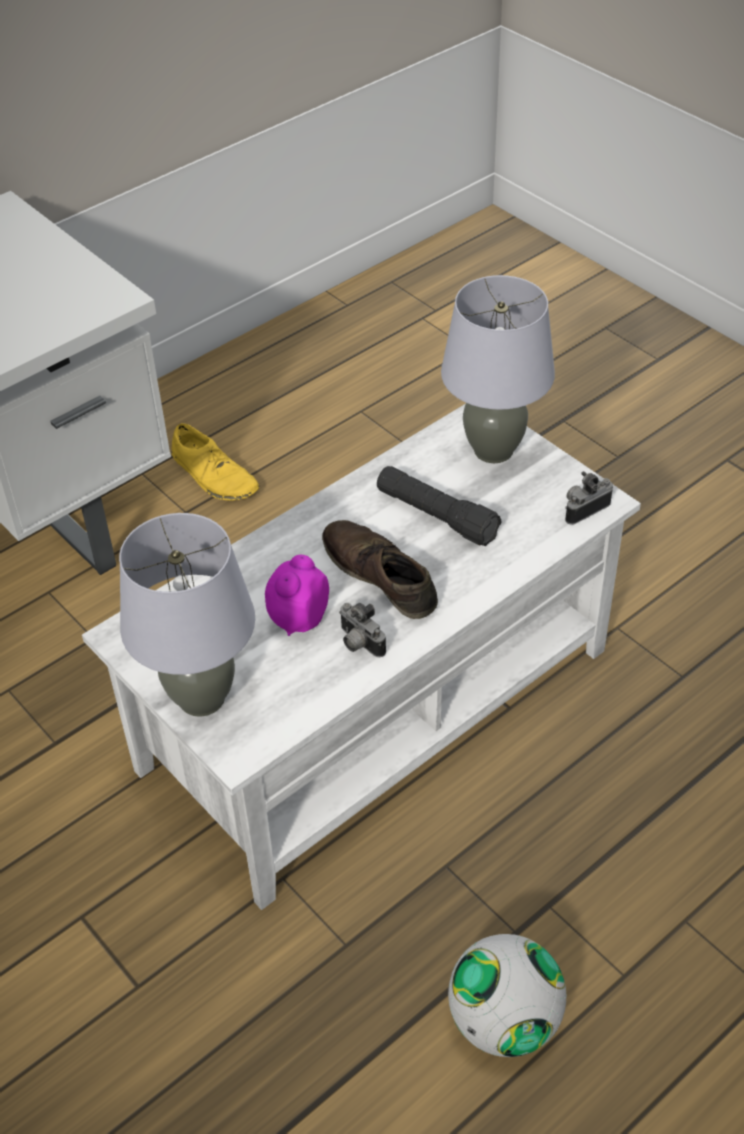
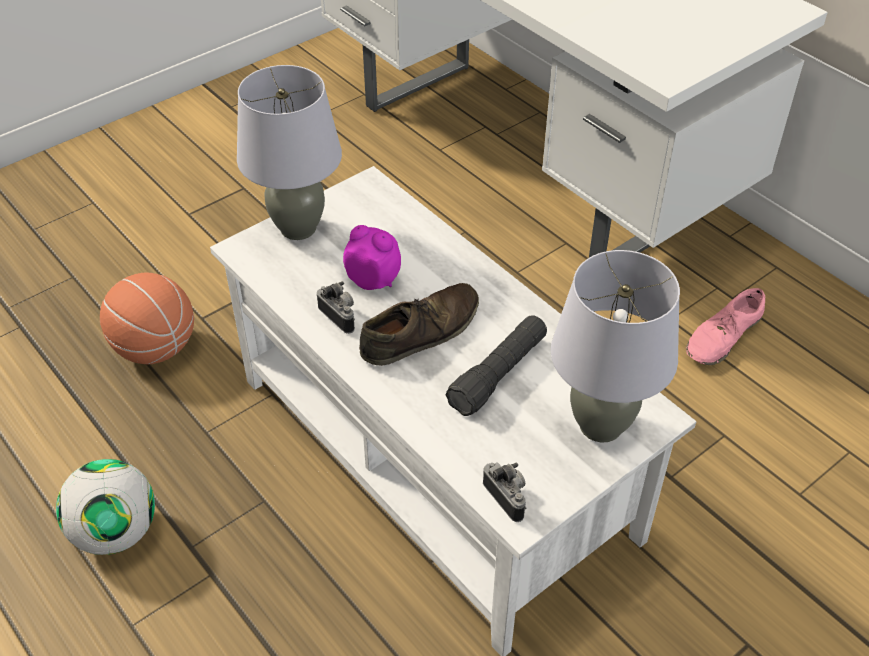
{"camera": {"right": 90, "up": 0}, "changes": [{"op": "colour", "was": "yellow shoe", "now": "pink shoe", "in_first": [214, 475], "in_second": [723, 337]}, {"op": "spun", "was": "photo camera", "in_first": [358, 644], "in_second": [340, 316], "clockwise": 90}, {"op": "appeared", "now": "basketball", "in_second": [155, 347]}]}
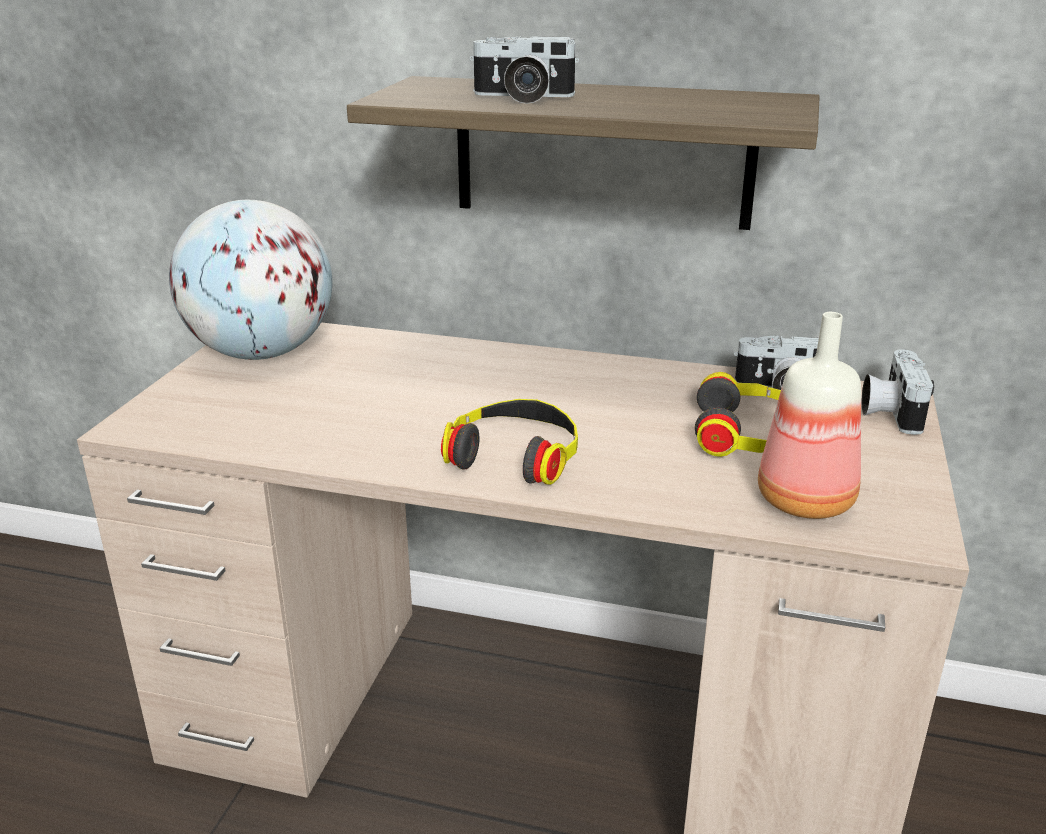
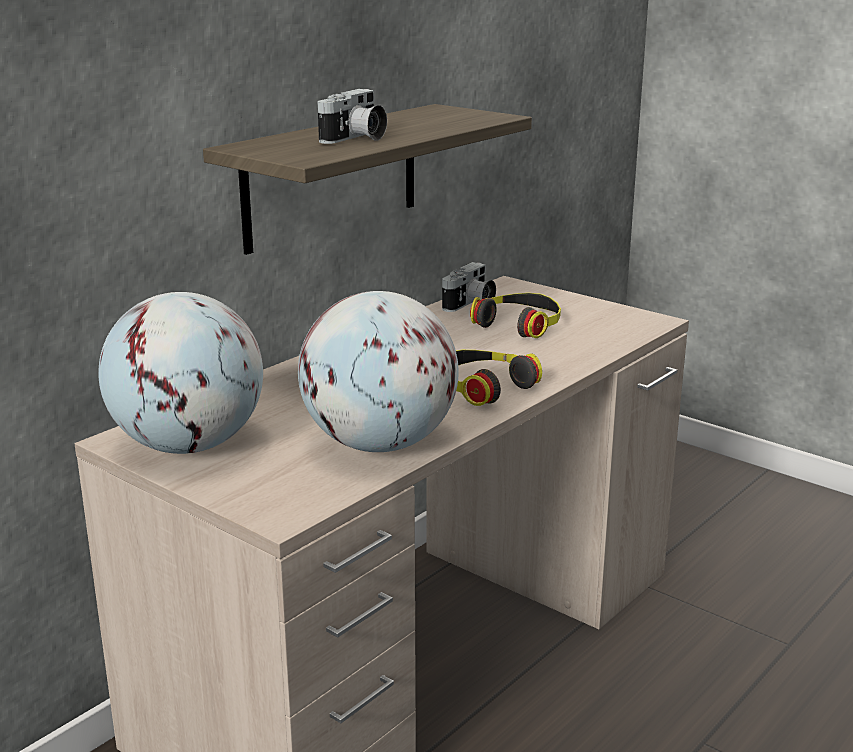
{"camera": {"right": -65, "up": -5}, "changes": [{"op": "missing", "was": "bottle", "in_first": [808, 501]}, {"op": "missing", "was": "photo camera", "in_first": [889, 412]}, {"op": "appeared", "now": "globe", "in_second": [379, 444]}]}
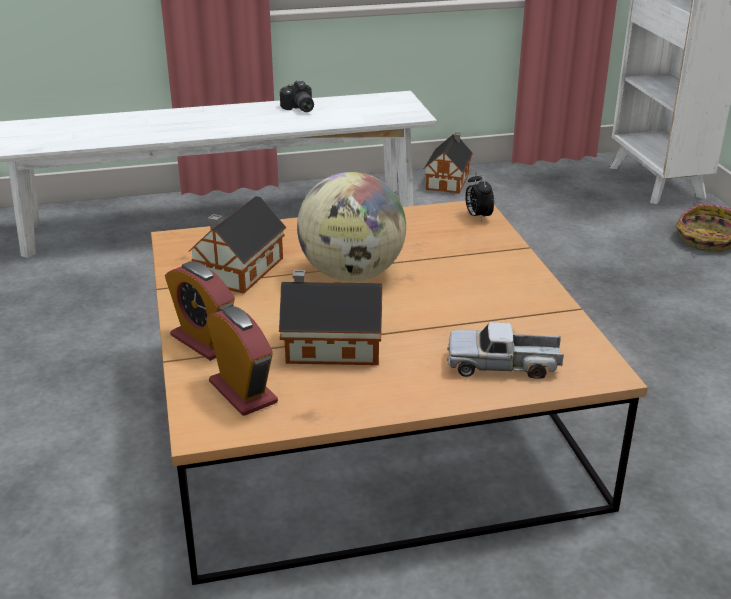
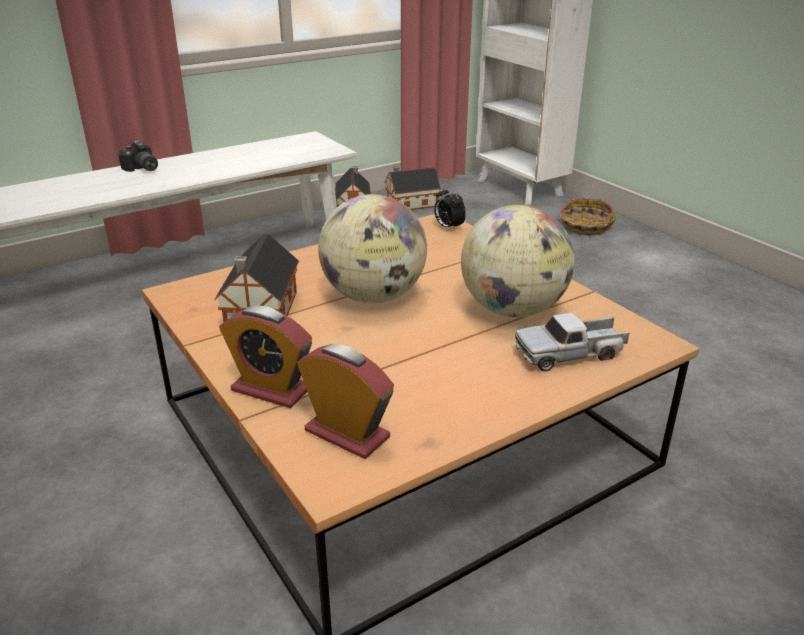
{"camera": {"right": -20, "up": 0}, "changes": [{"op": "relocated", "was": "toy house", "in_first": [329, 346], "in_second": [410, 204]}, {"op": "relocated", "was": "photo camera", "in_first": [298, 109], "in_second": [141, 169]}, {"op": "appeared", "now": "globe", "in_second": [513, 310]}]}
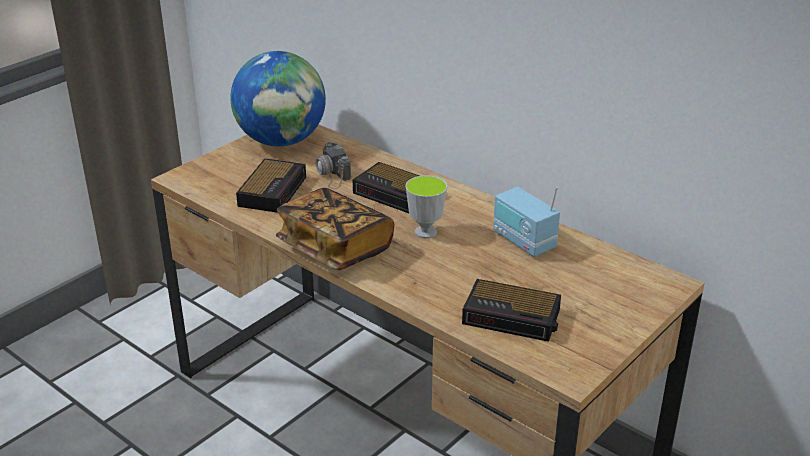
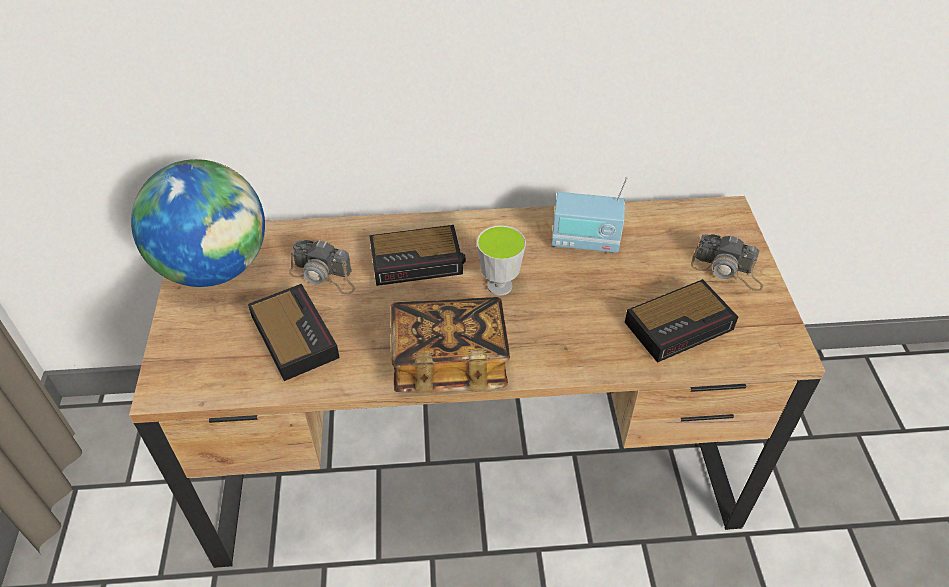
{"camera": {"right": -45, "up": 15}, "changes": [{"op": "appeared", "now": "photo camera", "in_second": [727, 270]}]}
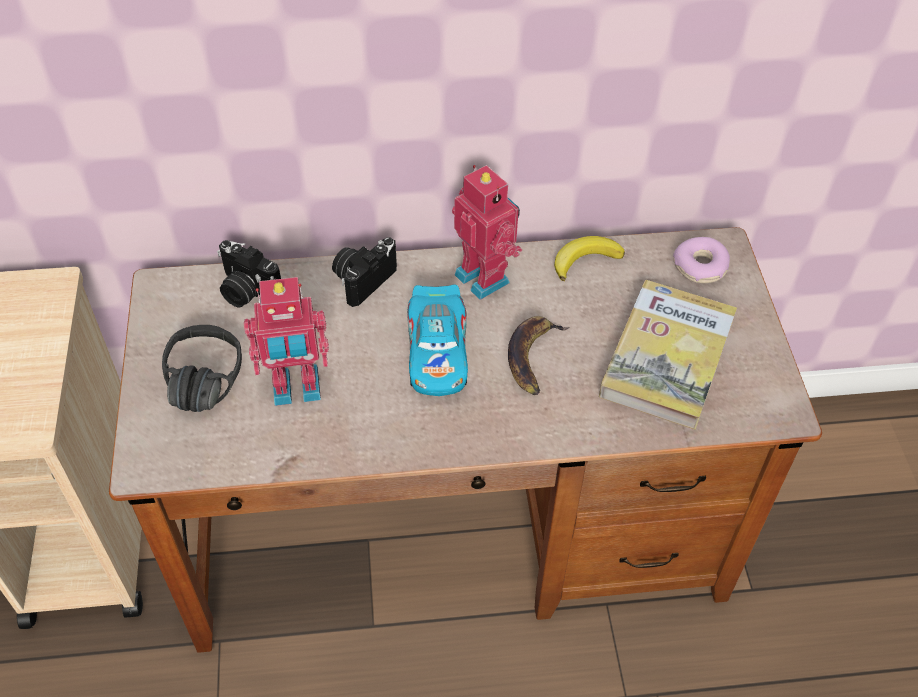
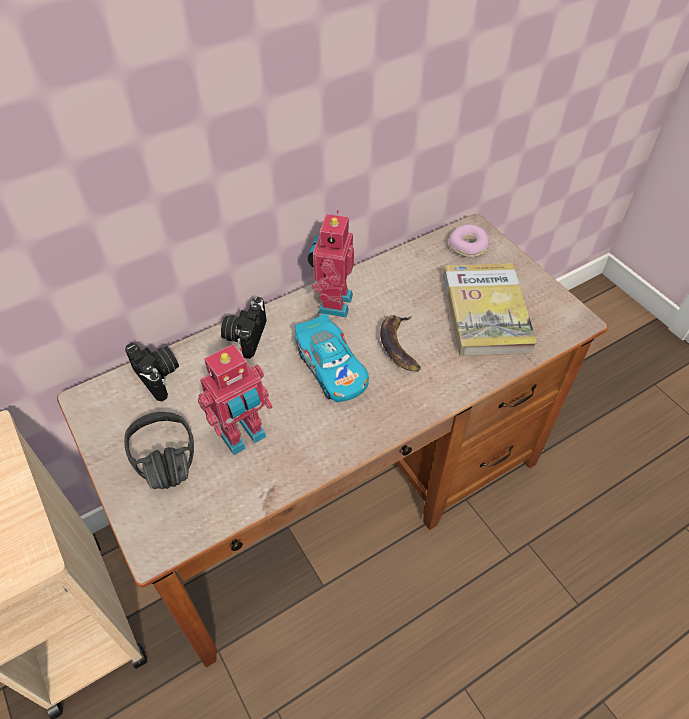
{"camera": {"right": -25, "up": 0}, "changes": [{"op": "spun", "was": "photo camera", "in_first": [246, 290], "in_second": [159, 376], "clockwise": -135}, {"op": "spun", "was": "toy robot", "in_first": [485, 277], "in_second": [332, 303], "clockwise": -105}, {"op": "missing", "was": "banana", "in_first": [585, 260]}]}
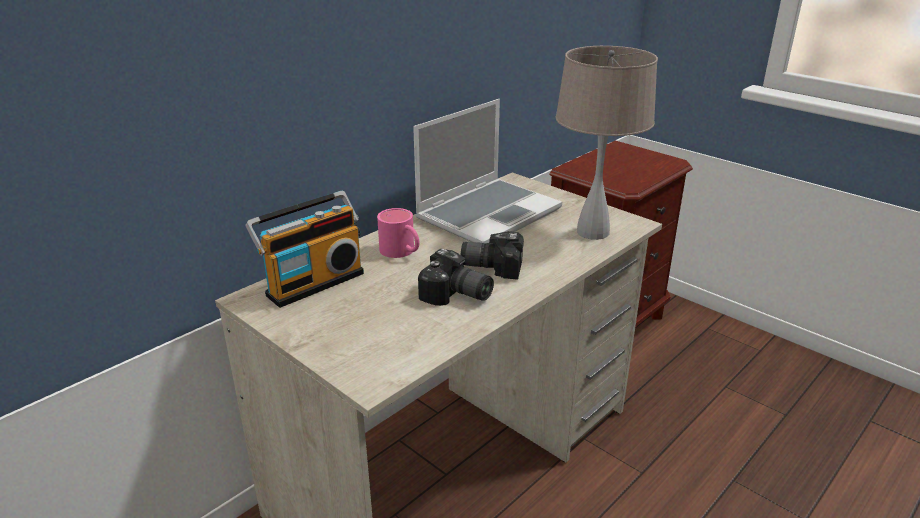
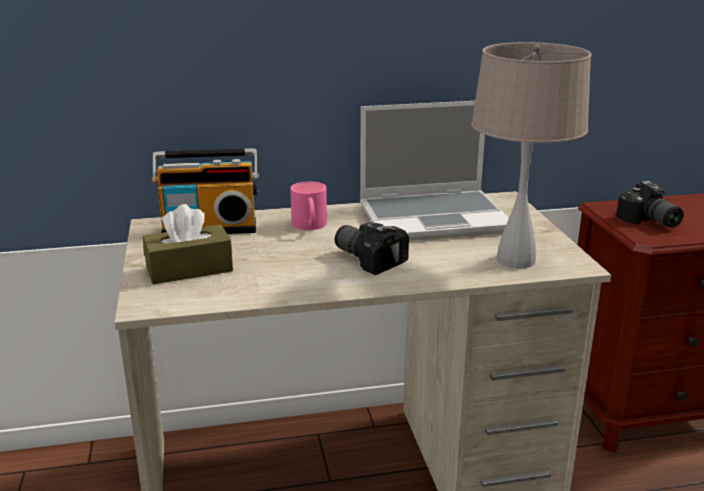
{"camera": {"right": 35, "up": -5}, "changes": [{"op": "relocated", "was": "photo camera", "in_first": [456, 296], "in_second": [648, 222]}, {"op": "appeared", "now": "brown tissue box", "in_second": [189, 269]}]}
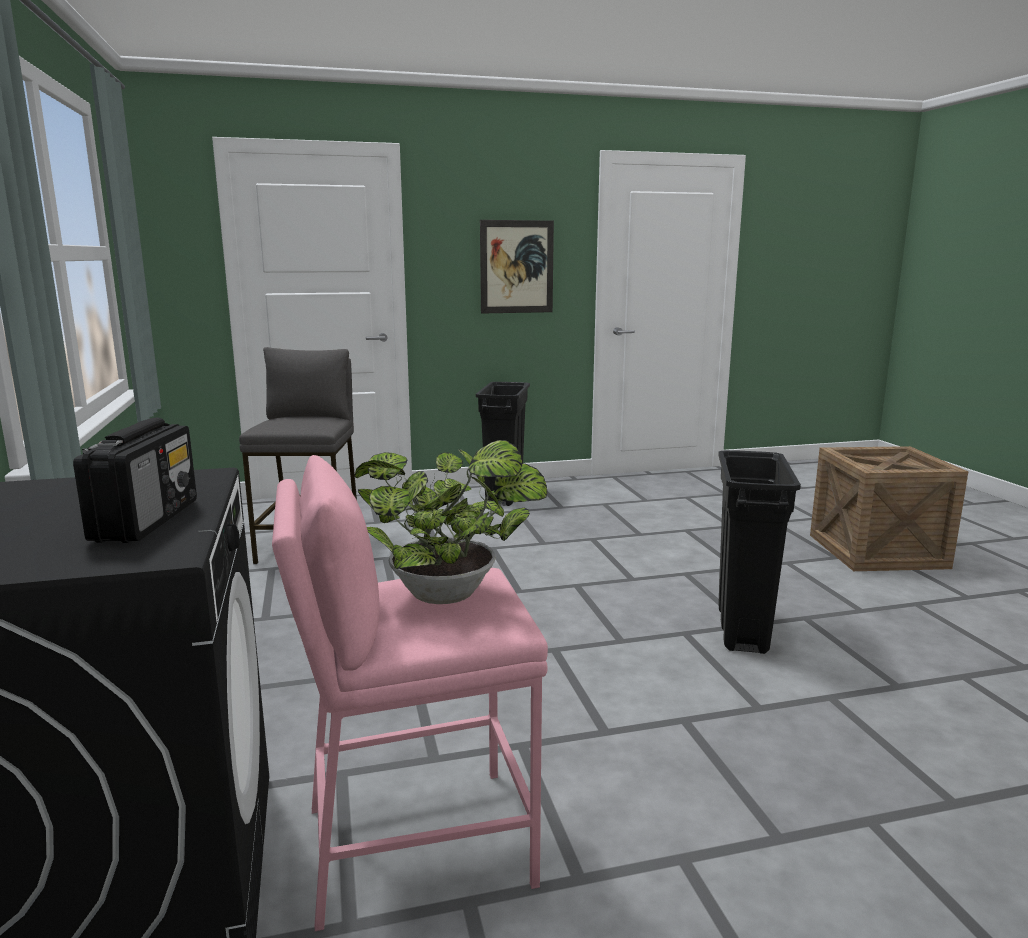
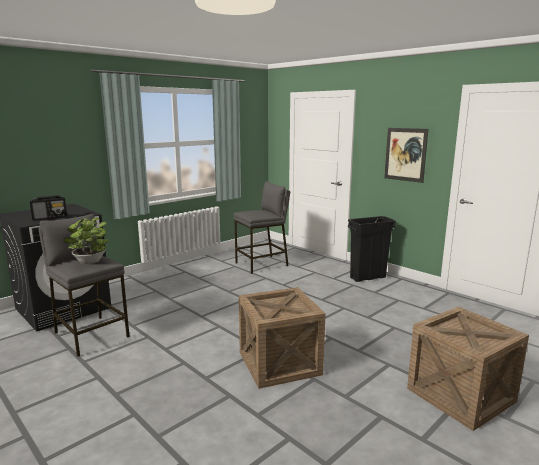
{"camera": {"right": 60, "up": 0}, "changes": [{"op": "colour", "was": "pink stool", "now": "grey stool", "in_first": [416, 843], "in_second": [91, 334]}, {"op": "exchanged", "was": "black trash can", "now": "crate", "in_first": [742, 630], "in_second": [279, 363]}]}
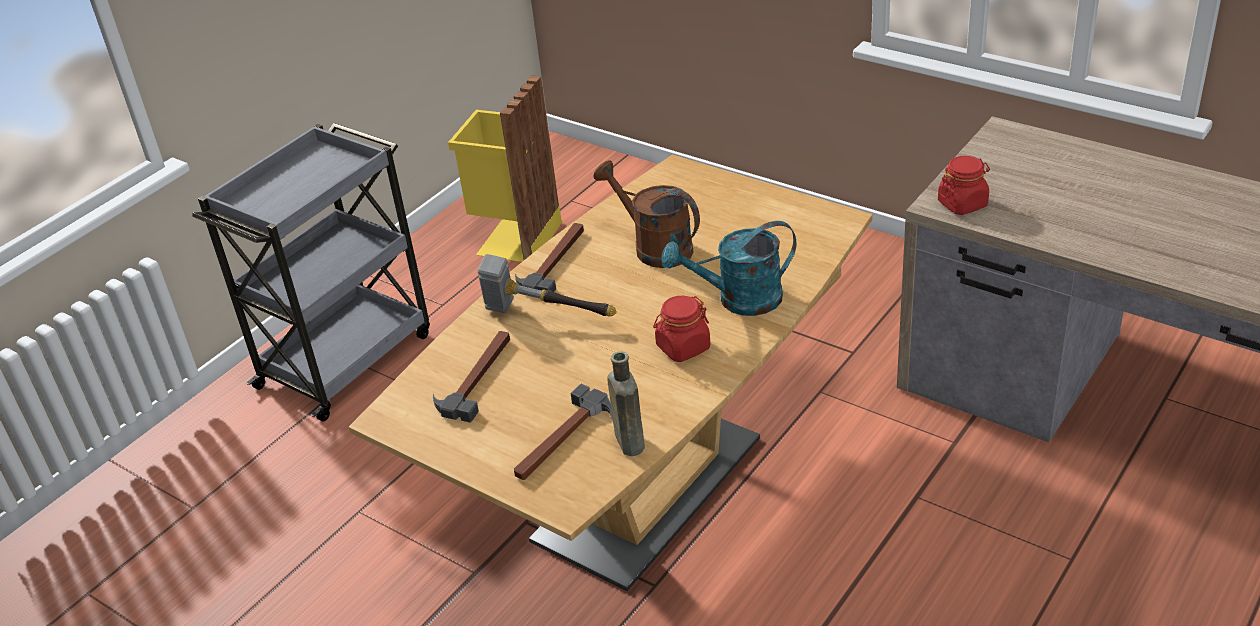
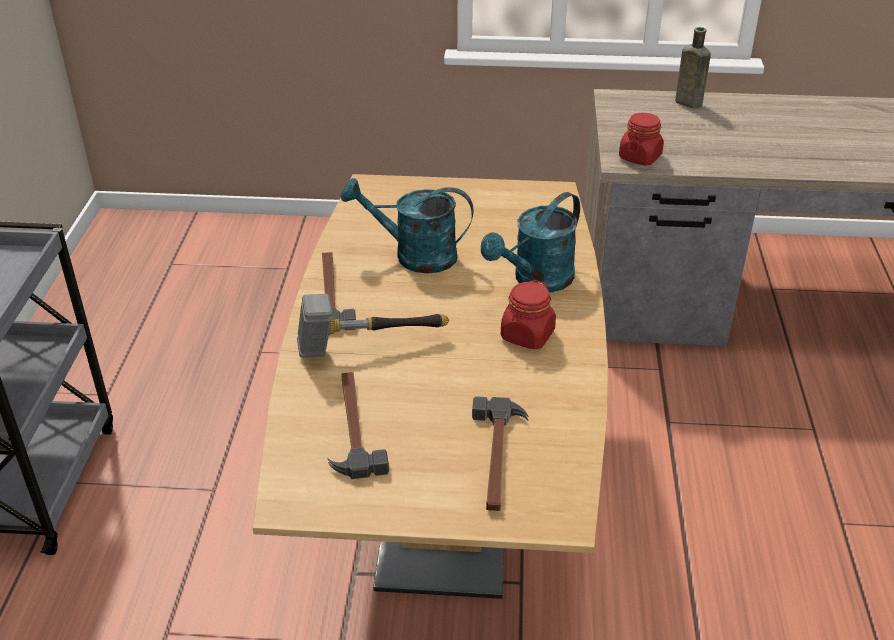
{"camera": {"right": -35, "up": 0}, "changes": [{"op": "missing", "was": "yellow trash can", "in_first": [515, 238]}, {"op": "colour", "was": "brown watering can", "now": "turquoise watering can", "in_first": [654, 247], "in_second": [414, 256]}, {"op": "relocated", "was": "brown bottle", "in_first": [628, 440], "in_second": [686, 102]}]}
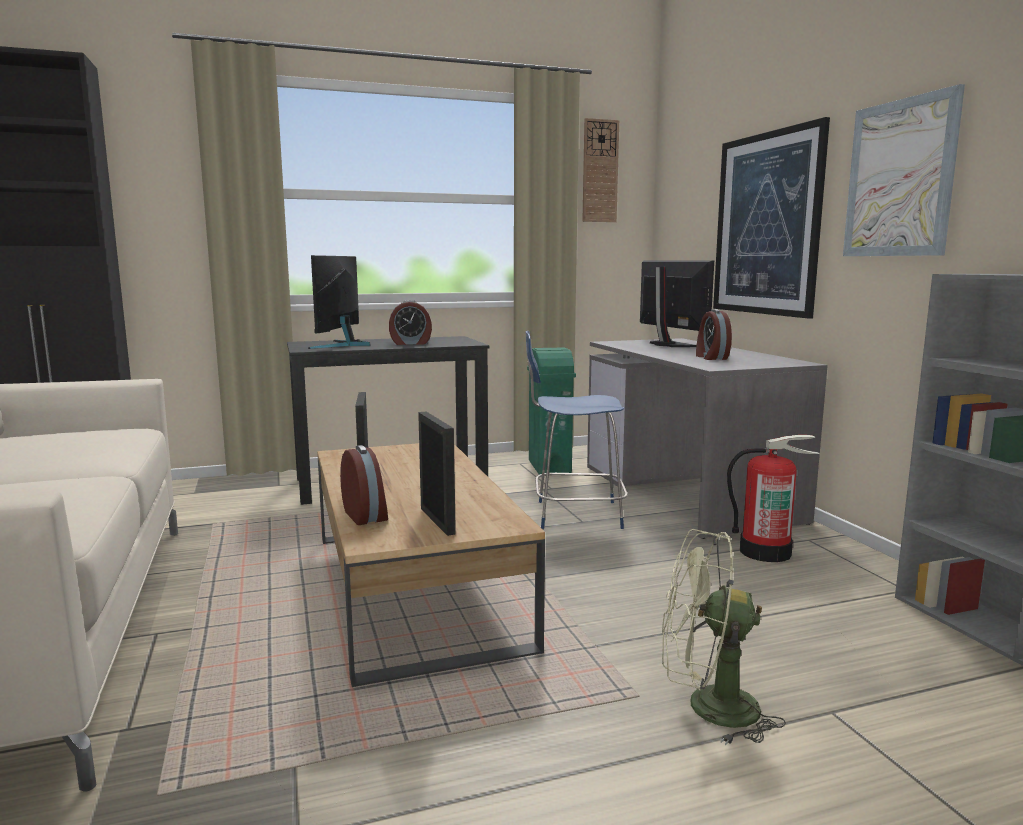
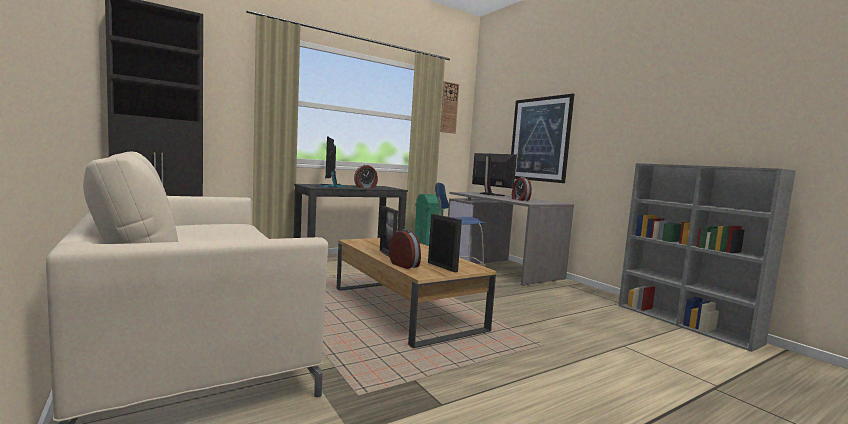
{"camera": {"right": -15, "up": -5}, "changes": [{"op": "missing", "was": "green fan", "in_first": [707, 708]}, {"op": "missing", "was": "fire extinguisher", "in_first": [765, 551]}, {"op": "missing", "was": "picture", "in_first": [899, 179]}]}
